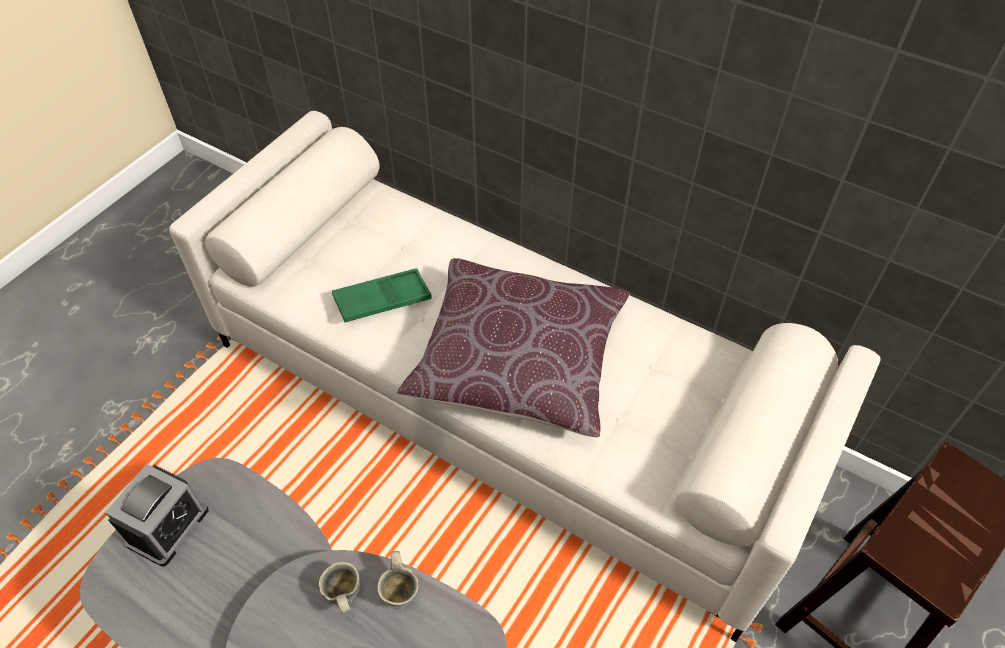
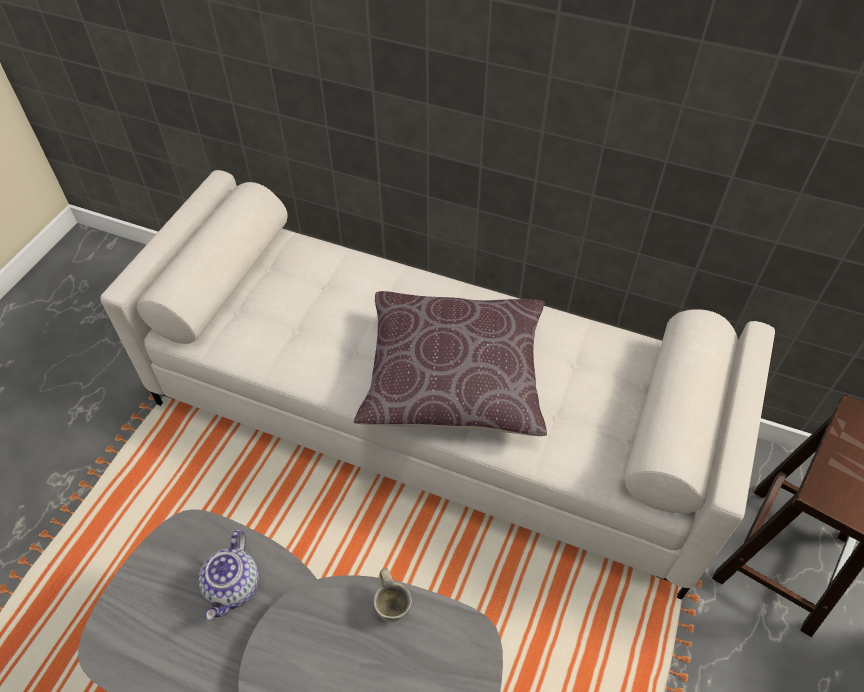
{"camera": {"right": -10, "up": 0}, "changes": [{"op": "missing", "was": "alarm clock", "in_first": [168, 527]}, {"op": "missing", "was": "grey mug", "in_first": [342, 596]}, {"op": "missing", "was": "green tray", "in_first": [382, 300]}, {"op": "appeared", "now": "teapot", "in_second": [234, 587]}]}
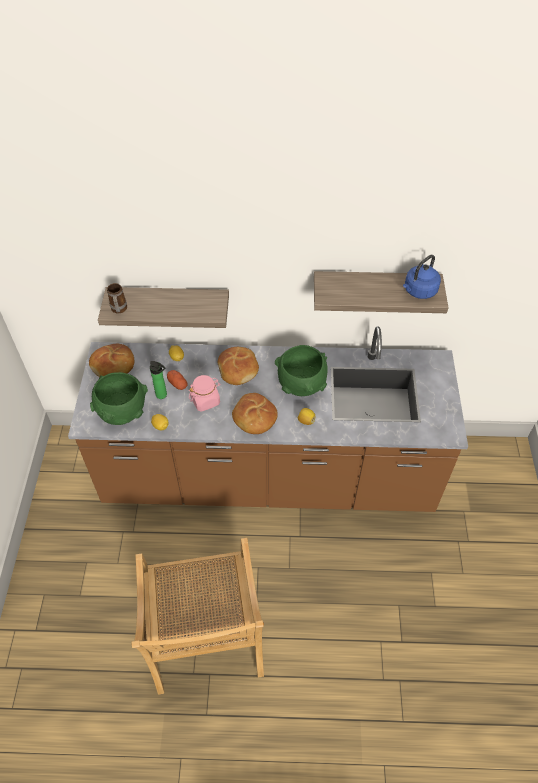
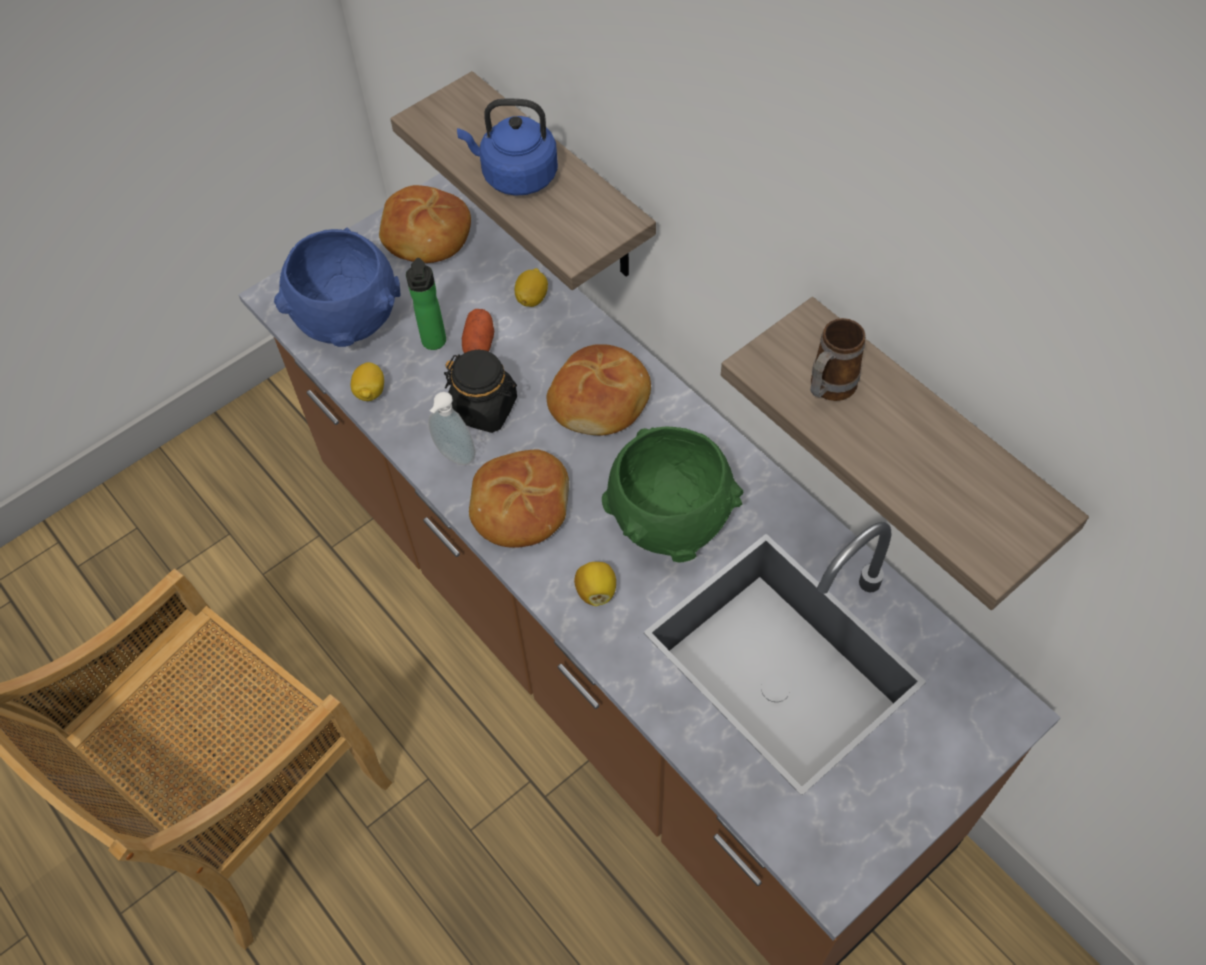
{"camera": {"right": 50, "up": 5}, "changes": [{"op": "colour", "was": "green bowl", "now": "blue bowl", "in_first": [122, 412], "in_second": [347, 321]}, {"op": "relocated", "was": "mug", "in_first": [119, 310], "in_second": [827, 390]}, {"op": "colour", "was": "pink jar", "now": "black jar", "in_first": [205, 400], "in_second": [484, 408]}, {"op": "relocated", "was": "blue kettle", "in_first": [419, 291], "in_second": [515, 176]}, {"op": "appeared", "now": "soap dispenser", "in_second": [454, 457]}]}
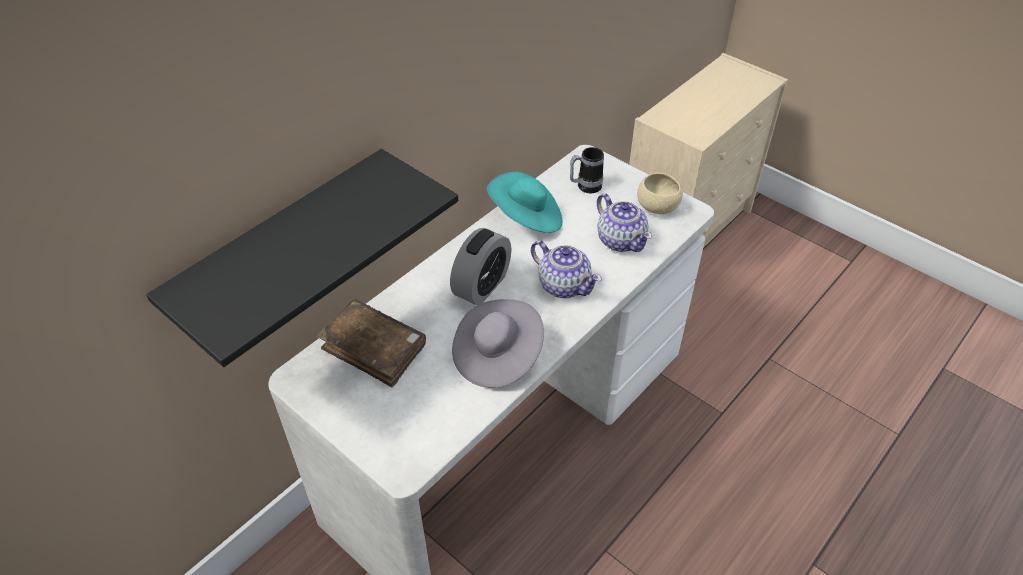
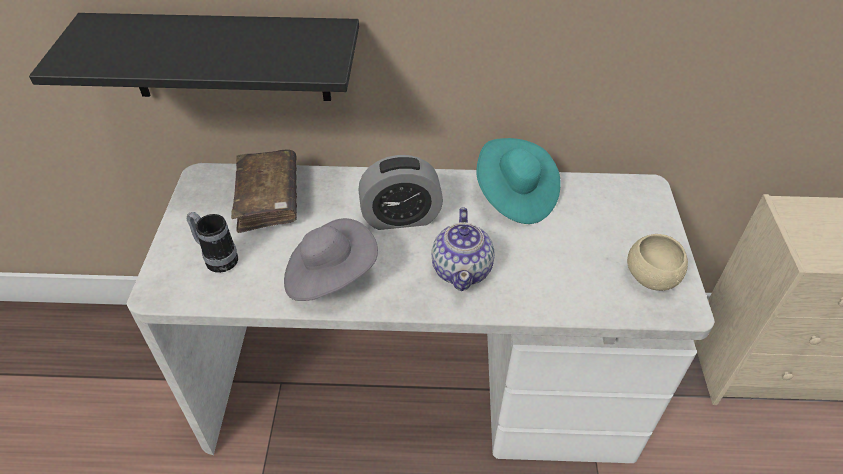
{"camera": {"right": 50, "up": 0}, "changes": [{"op": "relocated", "was": "mug", "in_first": [585, 187], "in_second": [217, 258]}, {"op": "missing", "was": "teapot", "in_first": [621, 240]}]}
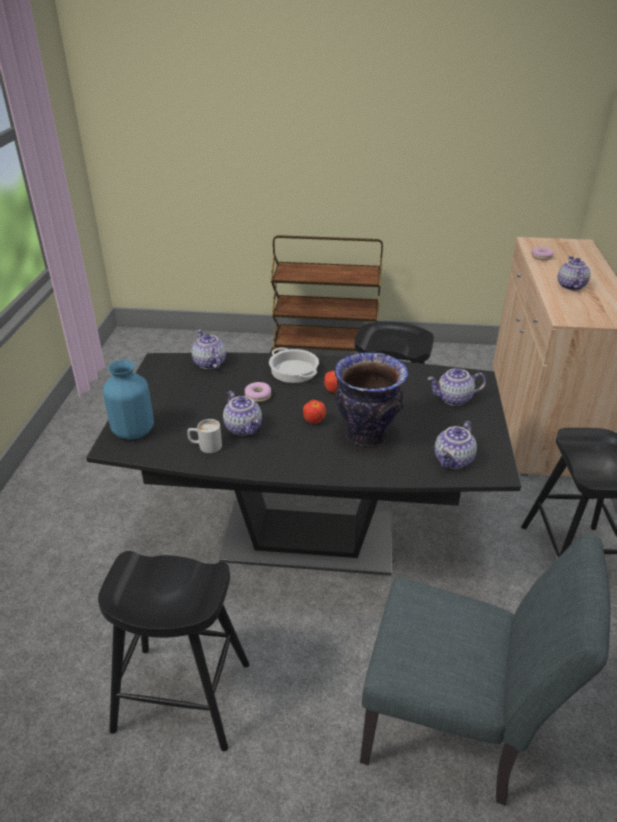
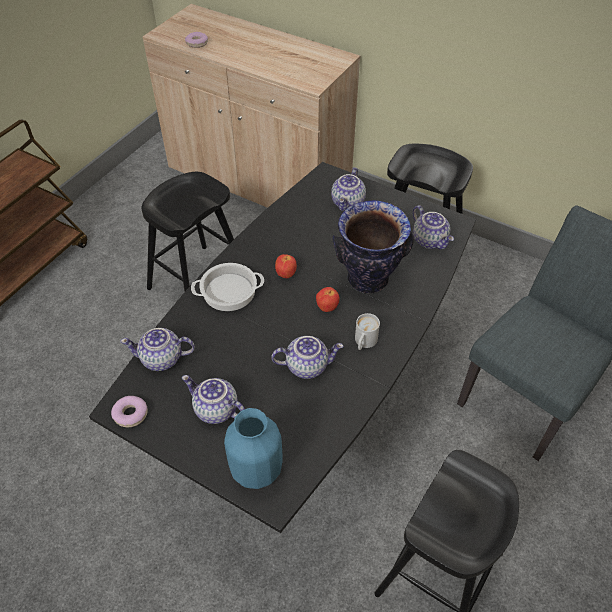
{"camera": {"right": -65, "up": 15}, "changes": [{"op": "relocated", "was": "white mug", "in_first": [205, 446], "in_second": [364, 343]}, {"op": "relocated", "was": "donut", "in_first": [258, 396], "in_second": [130, 414]}, {"op": "relocated", "was": "teapot", "in_first": [570, 286], "in_second": [215, 410]}]}
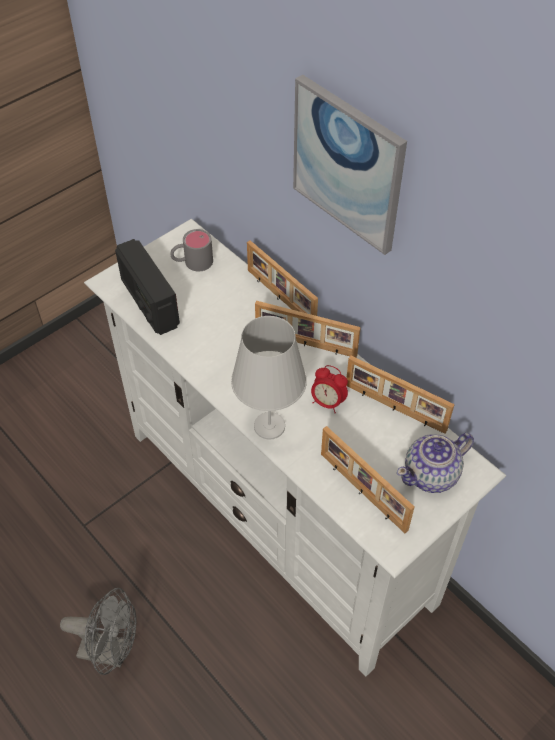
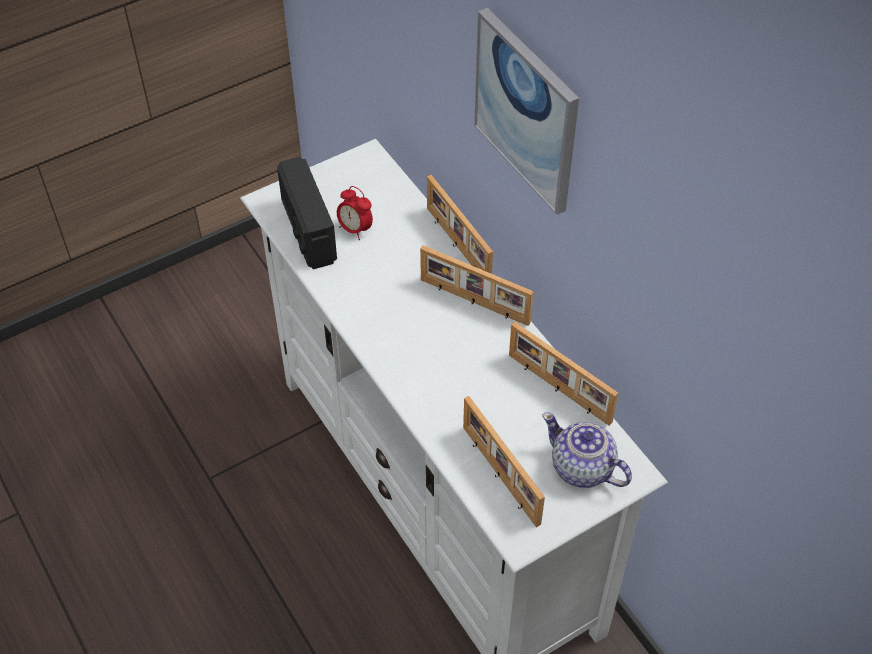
{"camera": {"right": 10, "up": 0}, "changes": [{"op": "missing", "was": "grey fan", "in_first": [111, 651]}, {"op": "missing", "was": "grey mug", "in_first": [192, 262]}, {"op": "missing", "was": "white table lamp", "in_first": [270, 426]}, {"op": "relocated", "was": "alarm clock", "in_first": [327, 402], "in_second": [355, 229]}, {"op": "spun", "was": "teapot", "in_first": [432, 474], "in_second": [582, 468], "clockwise": 60}]}
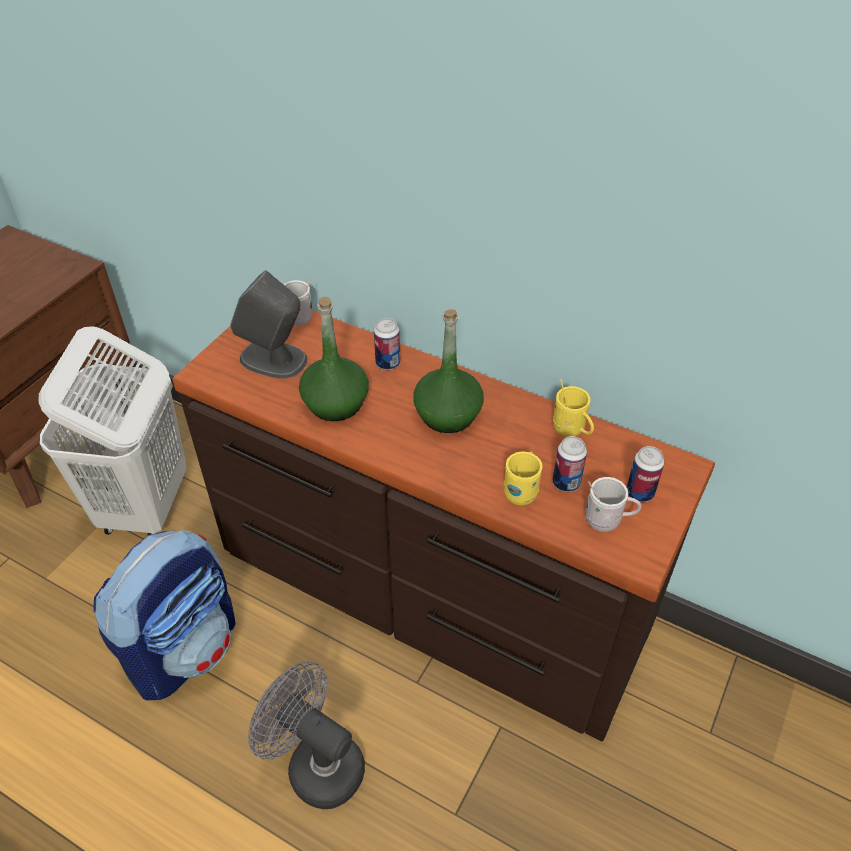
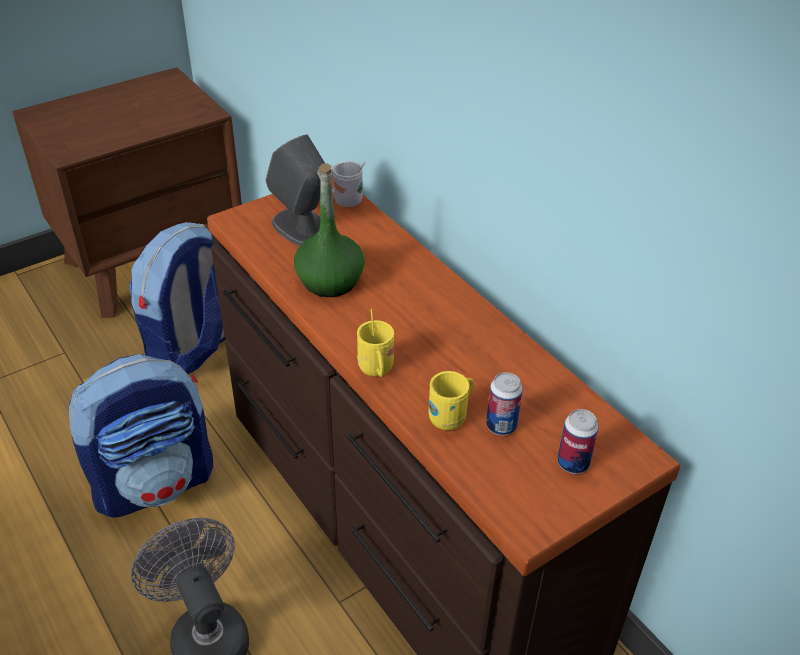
{"camera": {"right": 25, "up": -5}, "changes": [{"op": "exchanged", "was": "white laundry basket", "now": "backpack", "in_first": [144, 506], "in_second": [193, 350]}, {"op": "missing", "was": "can", "in_first": [387, 363]}, {"op": "missing", "was": "green bottle", "in_first": [447, 415]}, {"op": "relocated", "was": "yellow mug", "in_first": [571, 431], "in_second": [376, 371]}, {"op": "missing", "was": "white mug", "in_first": [608, 521]}]}
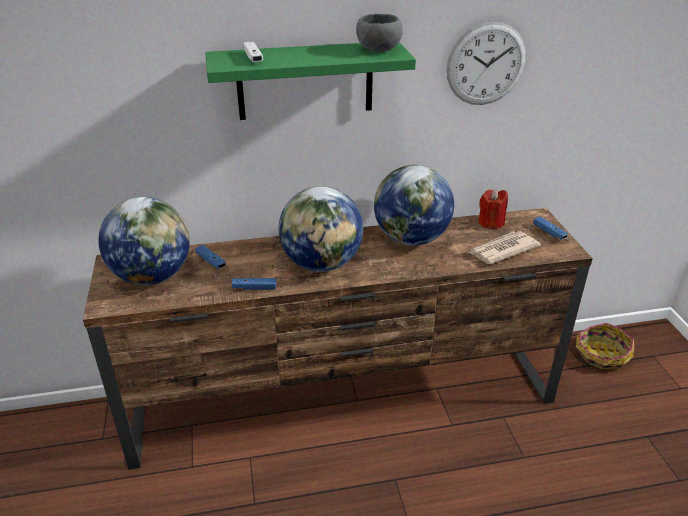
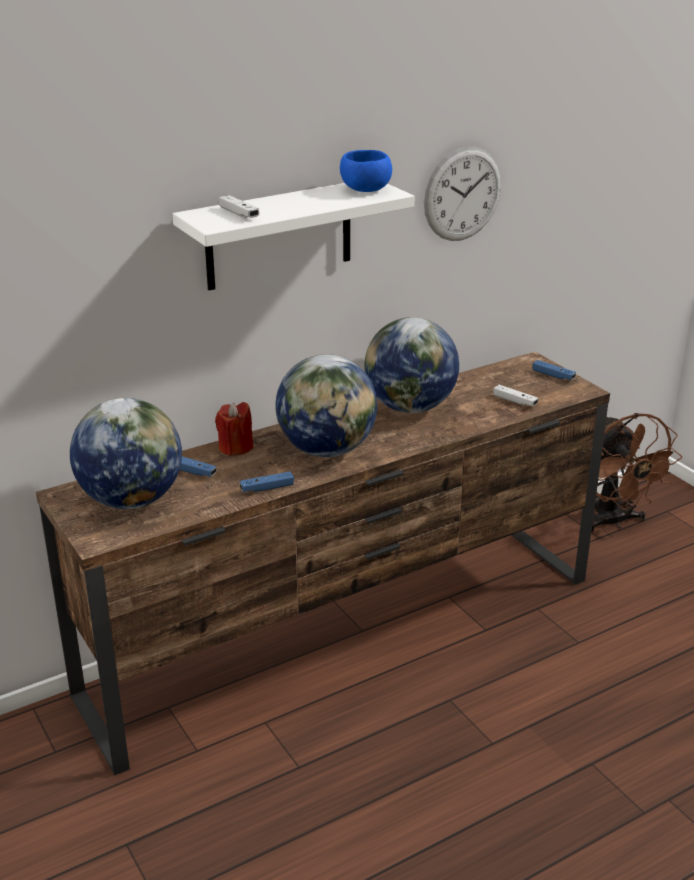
{"camera": {"right": -20, "up": -5}, "changes": [{"op": "colour", "was": "green shelf", "now": "white shelf", "in_first": [305, 81], "in_second": [279, 234]}, {"op": "colour", "was": "grey bowl", "now": "blue bowl", "in_first": [377, 49], "in_second": [364, 189]}, {"op": "exchanged", "was": "newspaper", "now": "white game controller", "in_first": [502, 250], "in_second": [514, 401]}, {"op": "relocated", "was": "red candle", "in_first": [491, 222], "in_second": [235, 447]}, {"op": "exchanged", "was": "basket", "now": "brown fan", "in_first": [600, 355], "in_second": [613, 522]}]}
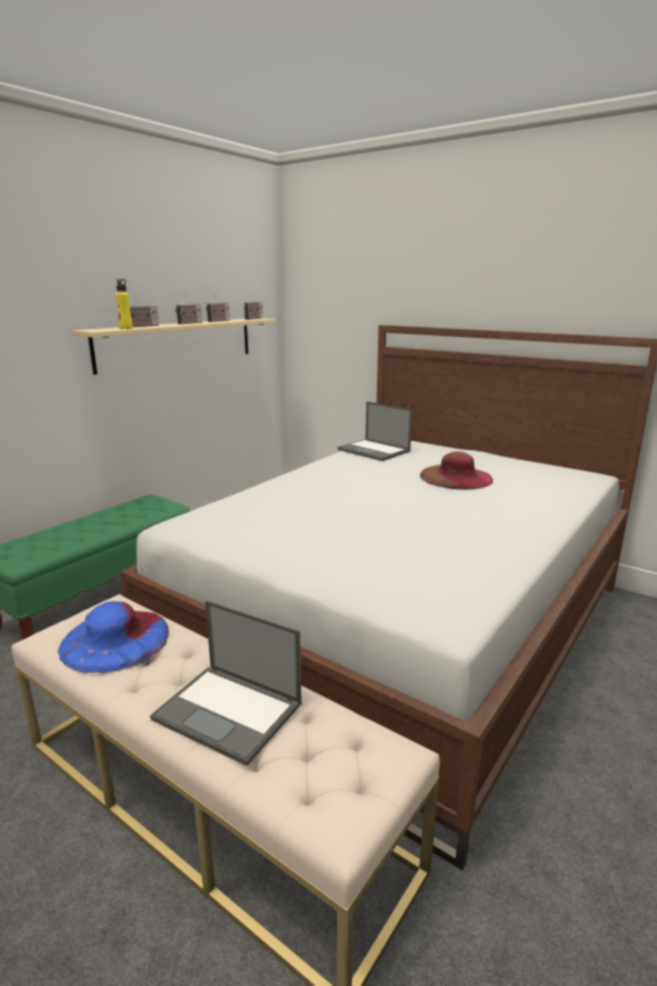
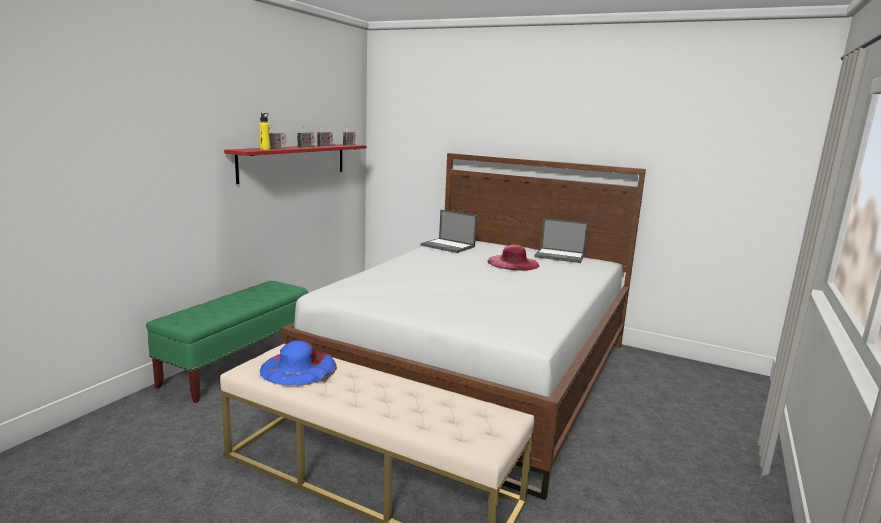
{"camera": {"right": -10, "up": -5}, "changes": [{"op": "colour", "was": "beige shelf", "now": "red shelf", "in_first": [178, 343], "in_second": [294, 161]}, {"op": "relocated", "was": "laptop", "in_first": [229, 712], "in_second": [560, 256]}, {"op": "colour", "was": "brown hat", "now": "pink hat", "in_first": [456, 477], "in_second": [513, 263]}]}
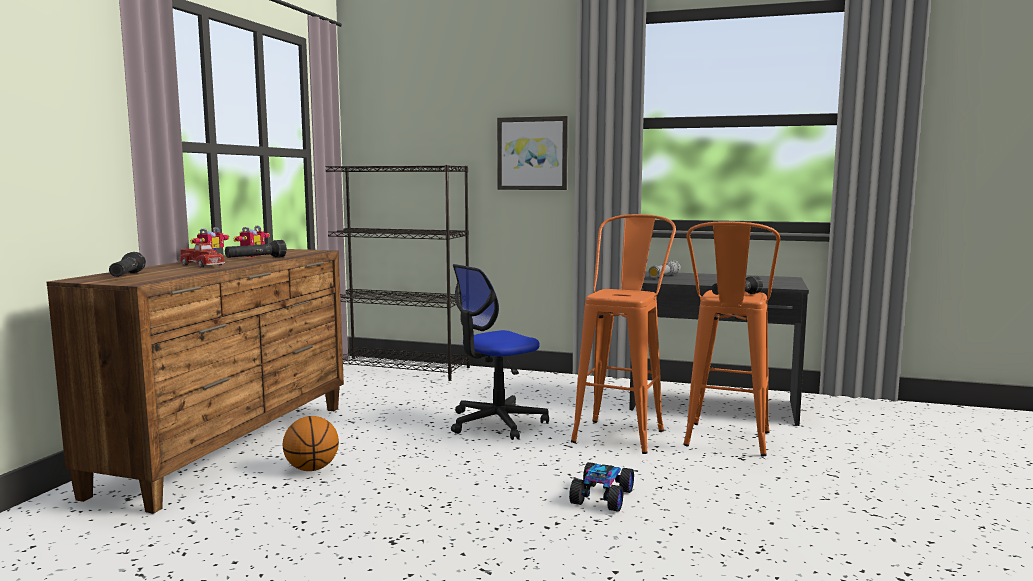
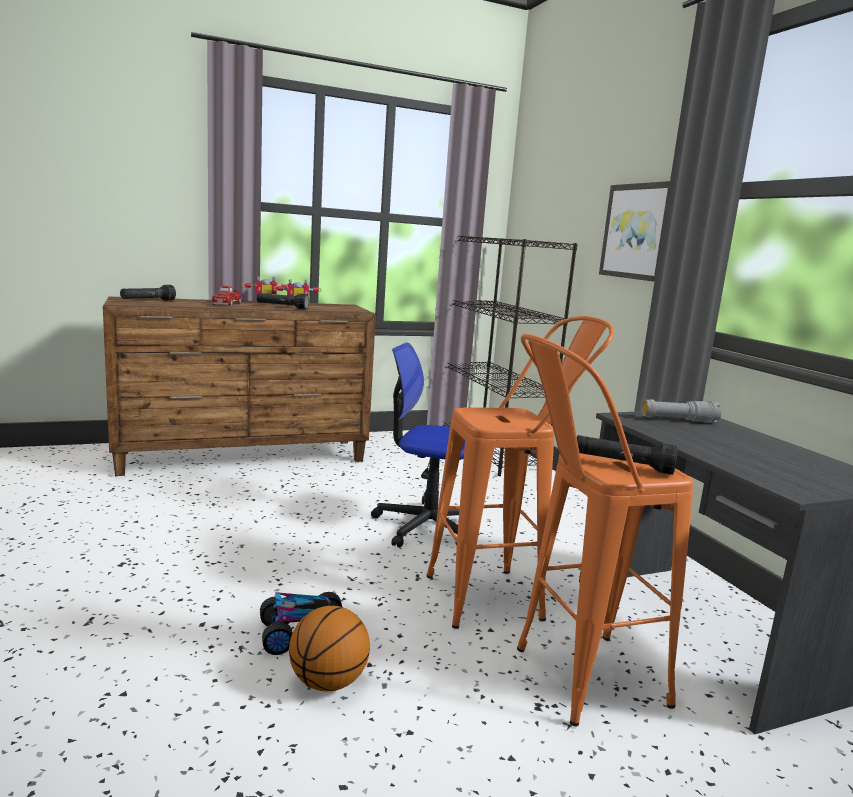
{"camera": {"right": 50, "up": 5}, "changes": [{"op": "relocated", "was": "basketball", "in_first": [312, 469], "in_second": [328, 682]}]}
